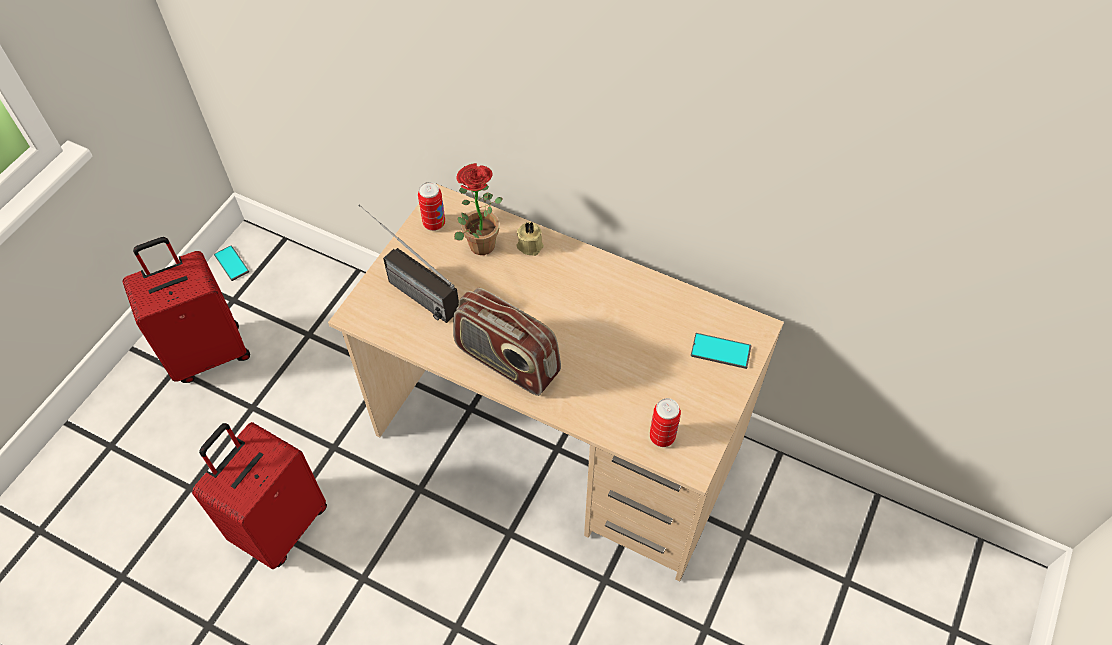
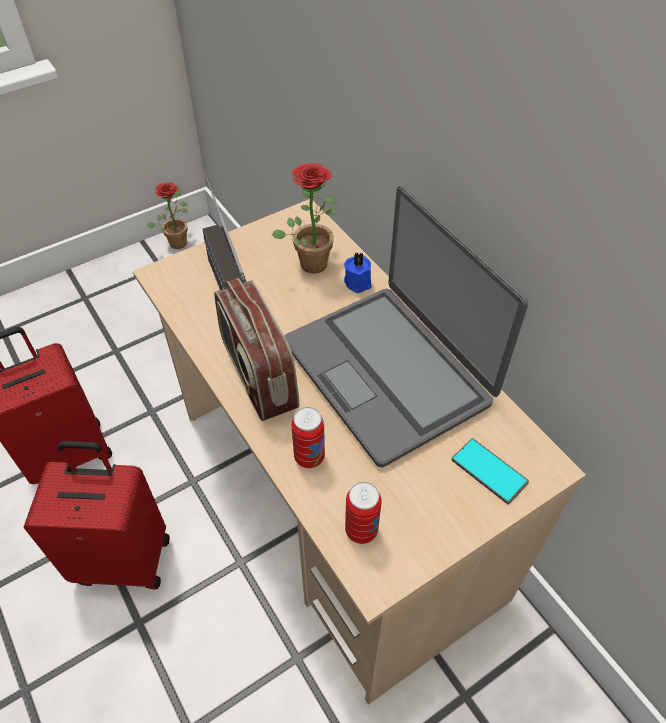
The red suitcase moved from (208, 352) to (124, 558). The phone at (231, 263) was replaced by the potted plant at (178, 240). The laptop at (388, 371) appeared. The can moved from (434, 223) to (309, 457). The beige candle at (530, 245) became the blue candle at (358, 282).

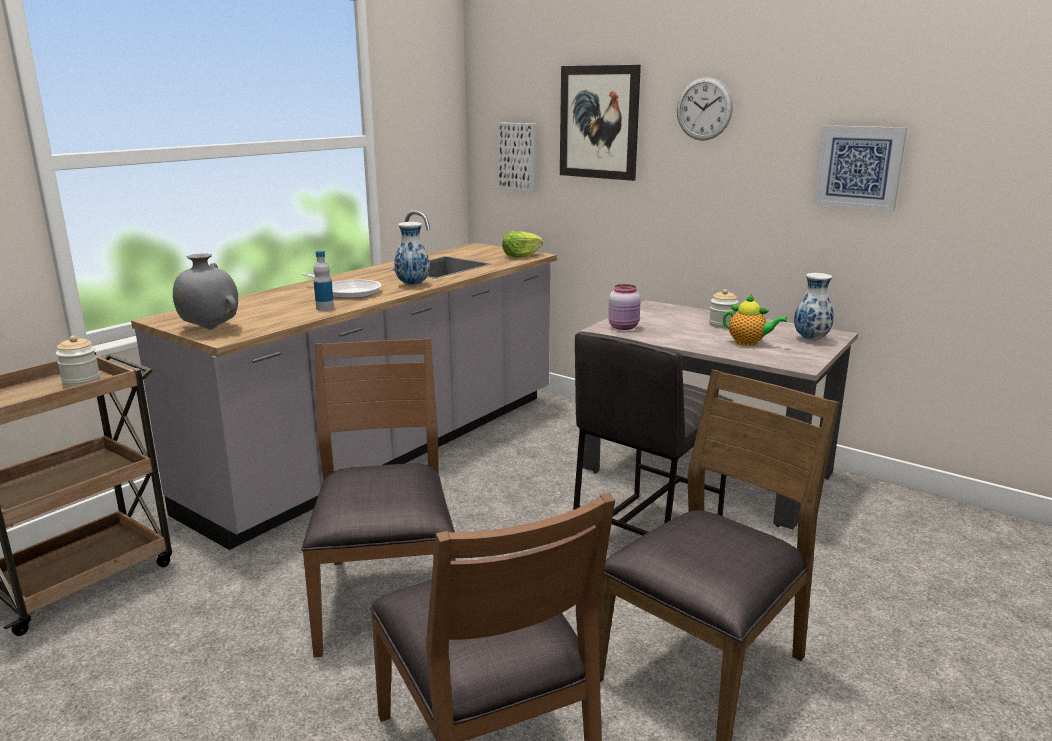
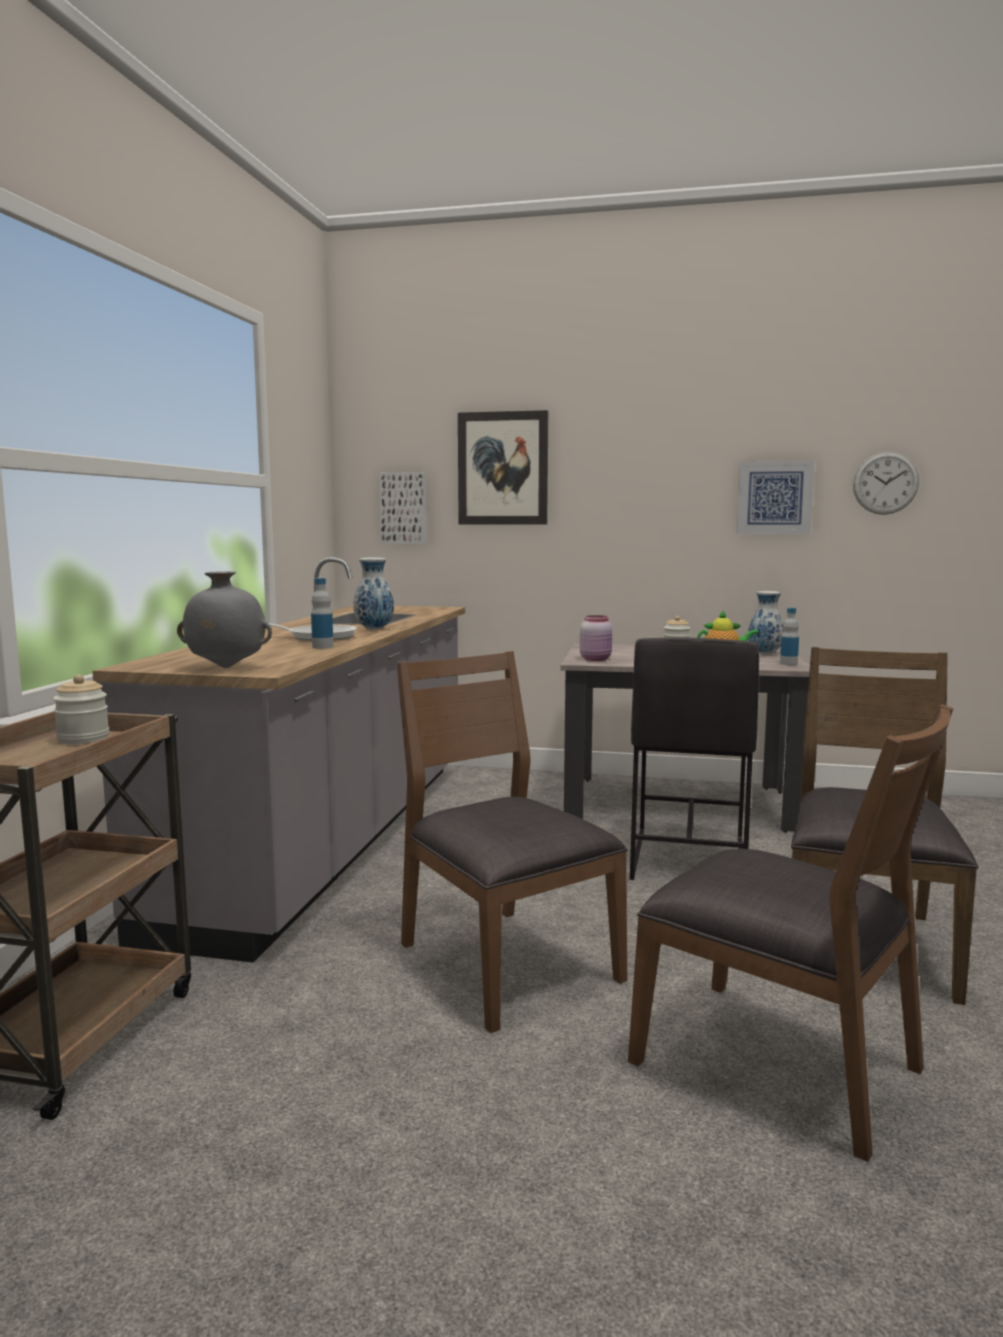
The bottle at (788, 663) appeared. The wall clock moved from (704, 109) to (885, 483). The lettuce at (520, 256) disappeared.

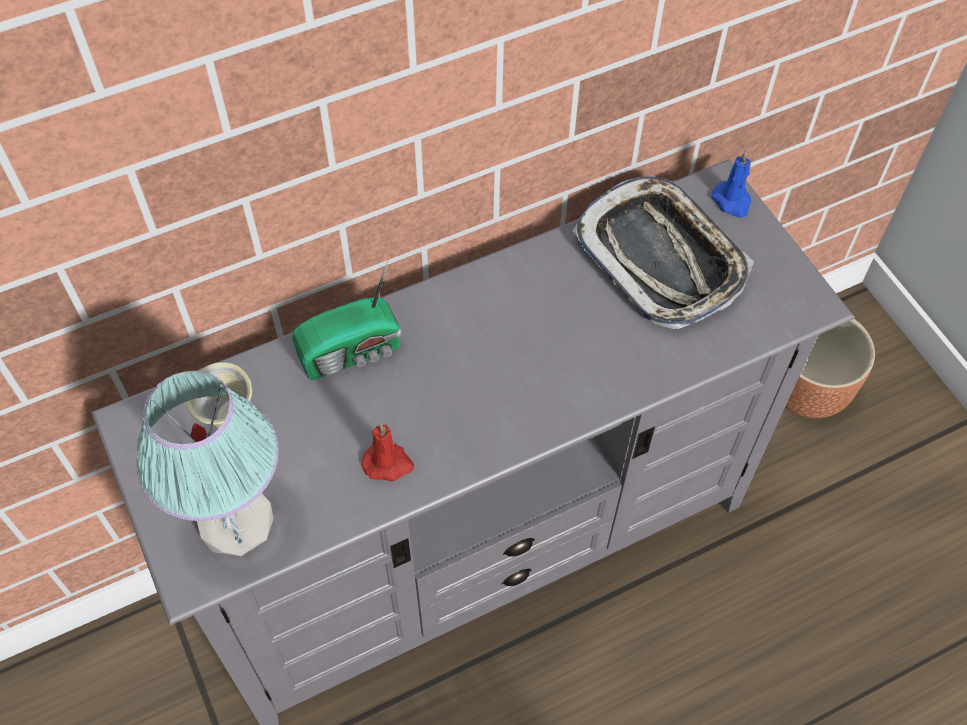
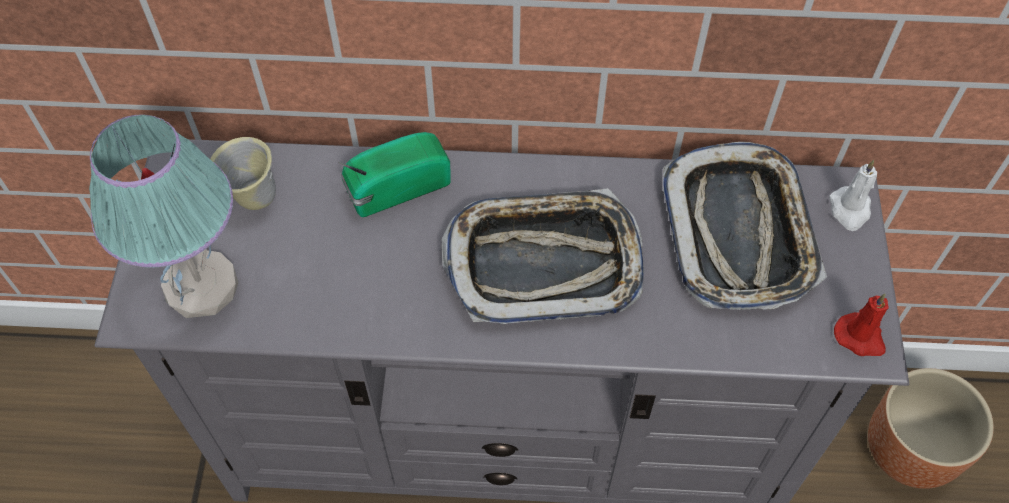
The radio at (353, 352) turned 150 degrees clockwise. The tray at (544, 263) appeared. The blue candle at (732, 201) became the white candle at (849, 210). The red candle moved from (388, 463) to (860, 337).

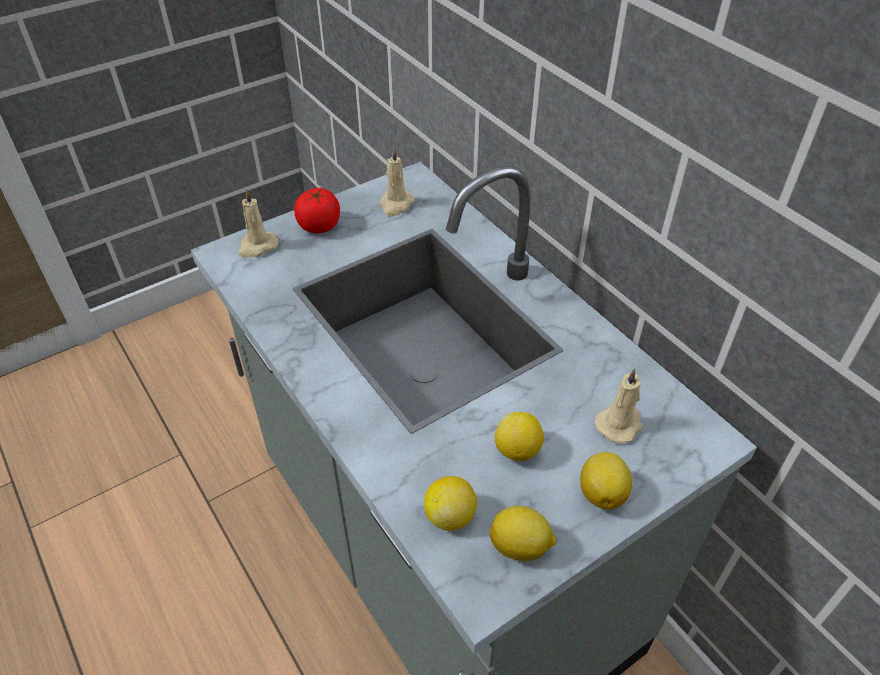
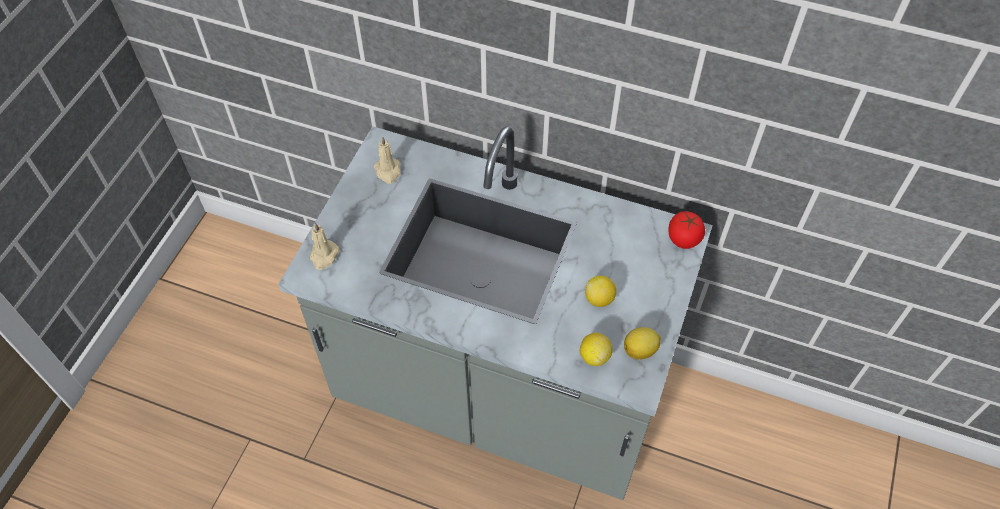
The tomato moved from (319, 226) to (684, 238). The lemon at (602, 492) disappeared. The beige candle at (620, 424) disappeared.

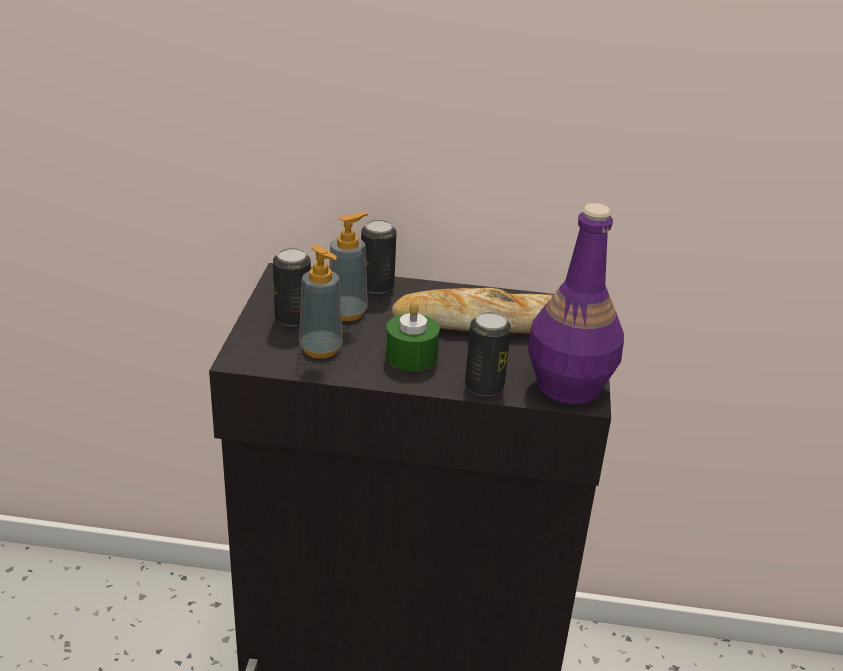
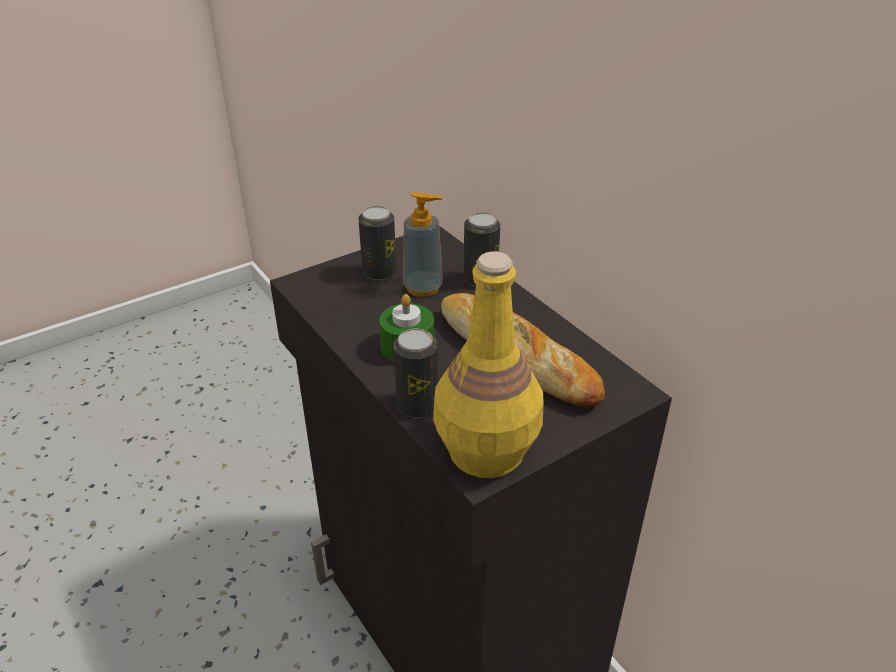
The purple bottle at (567, 386) became the yellow bottle at (485, 450). The soap dispenser at (321, 349) disappeared.

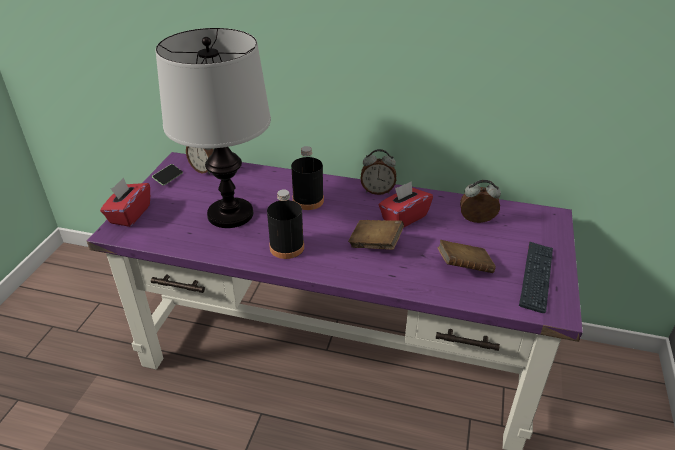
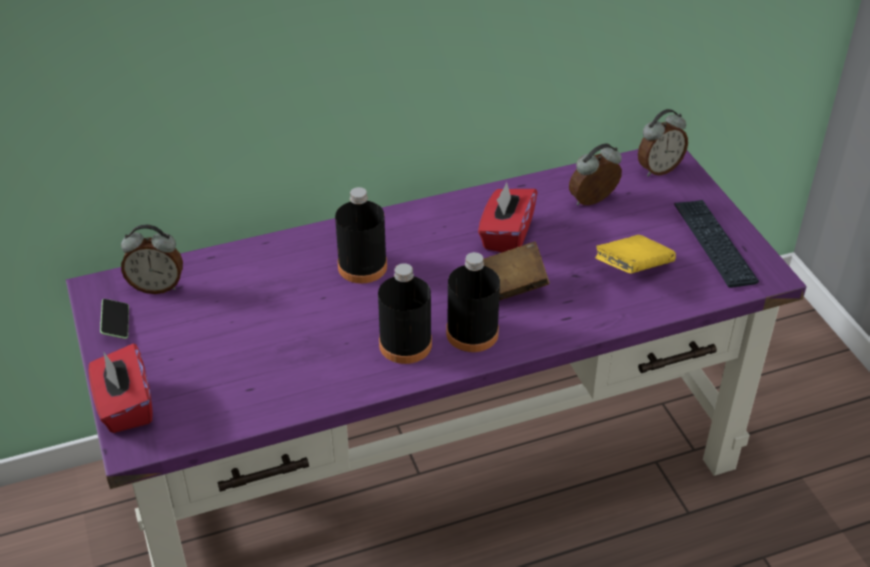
The black bottle at (472, 333) appeared. The brown book at (464, 267) became the yellow book at (632, 268). The alarm clock moved from (377, 191) to (658, 169). The table lamp at (231, 214) disappeared.

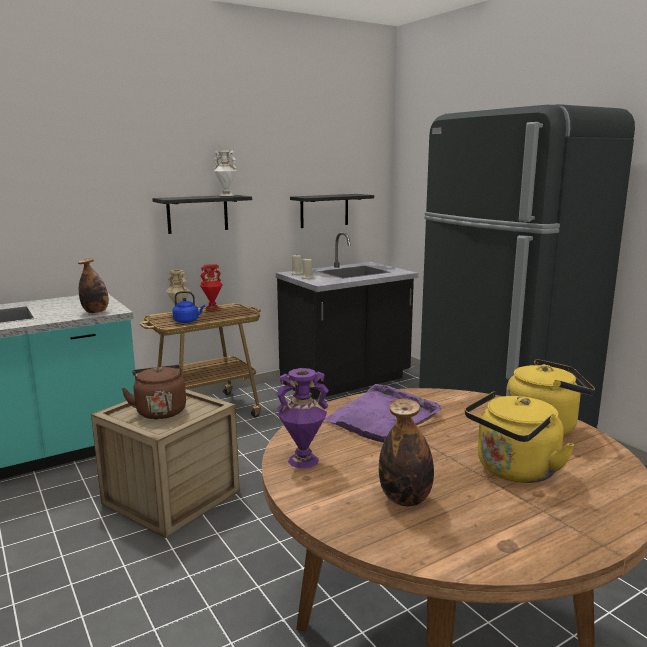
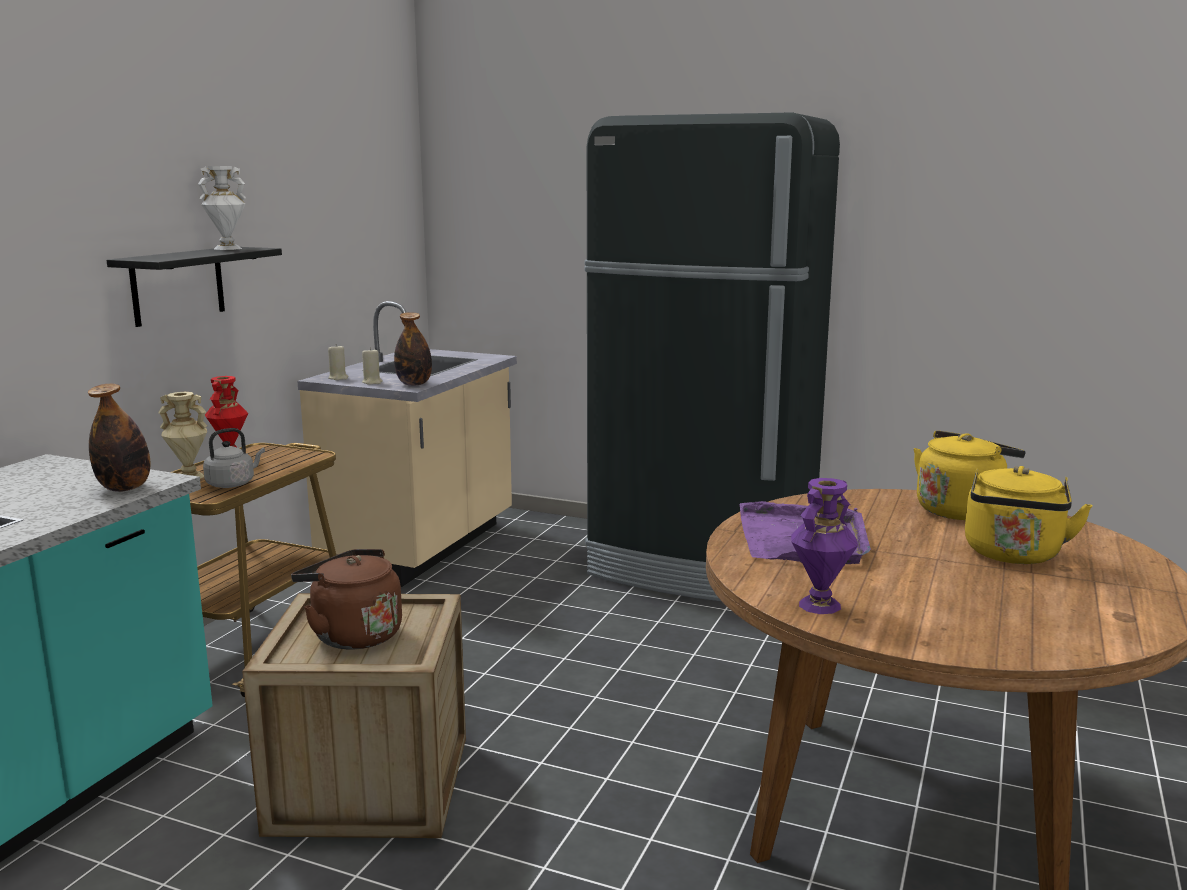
The blue kettle at (187, 321) became the grey kettle at (233, 484). The black counter at (346, 382) became the beige counter at (422, 548). The bottle moved from (405, 499) to (414, 384). The black shelf at (324, 210) disappeared.

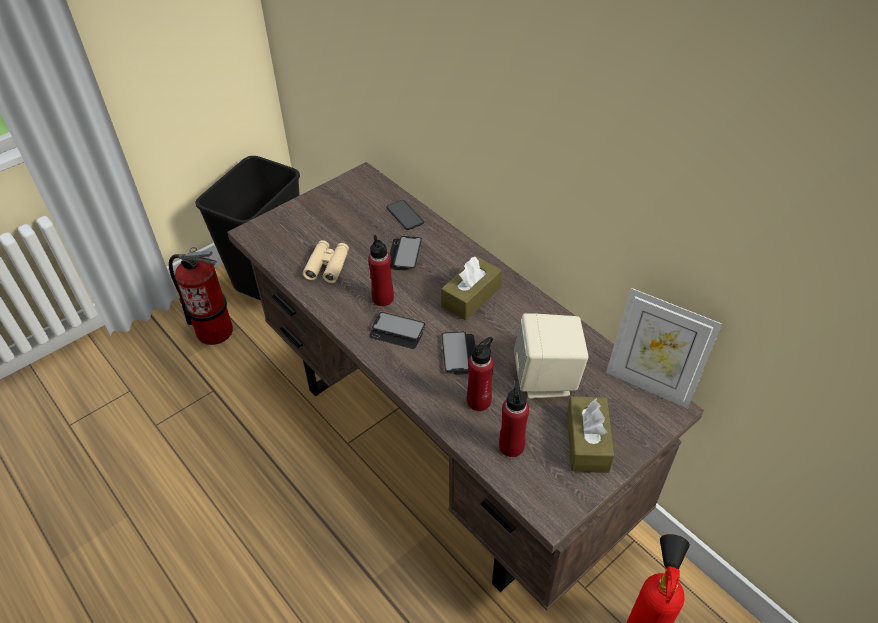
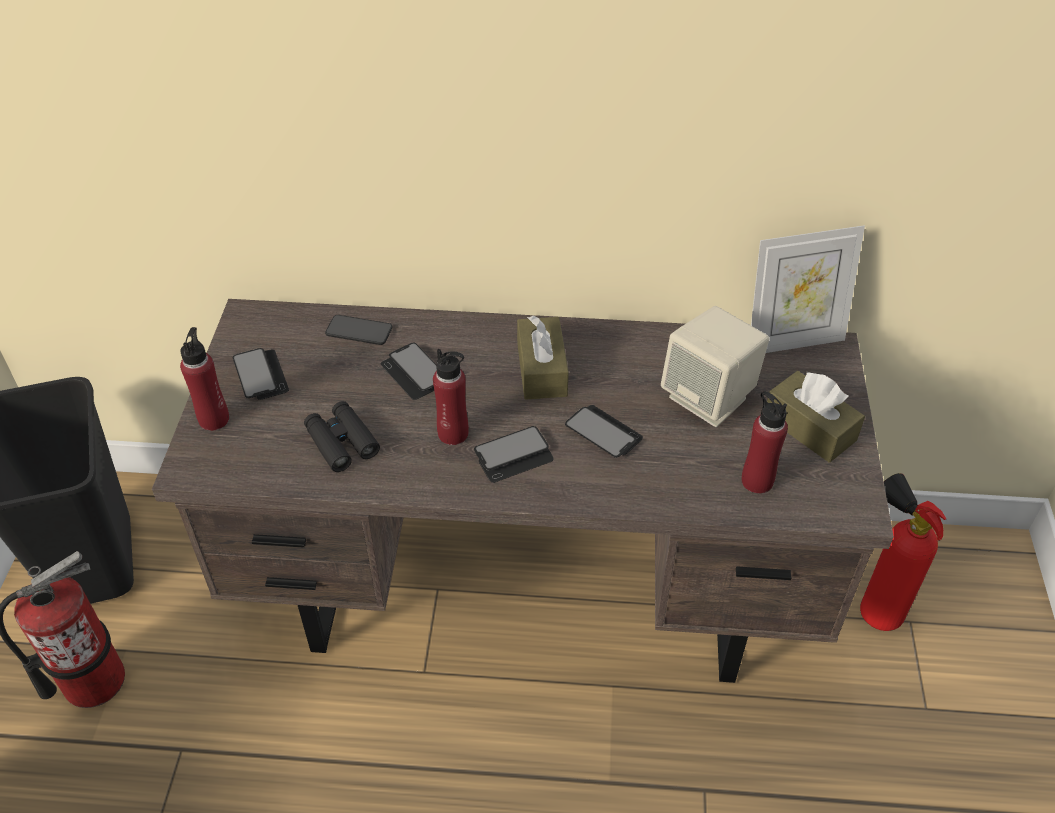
The red bottle moved from (479, 401) to (214, 419). The phone at (261, 375) appeared. The beige binoculars at (327, 266) became the black binoculars at (341, 442).

